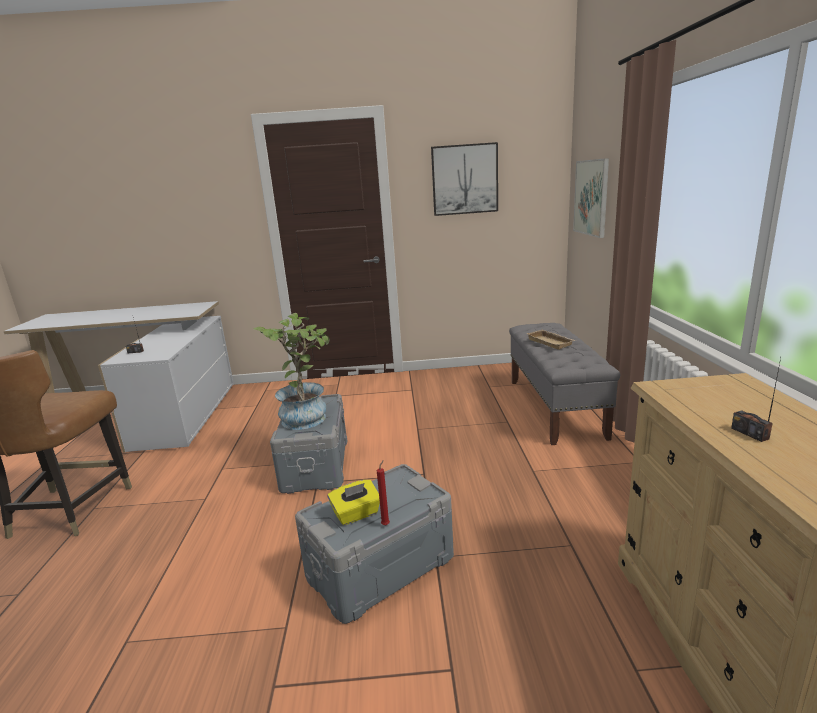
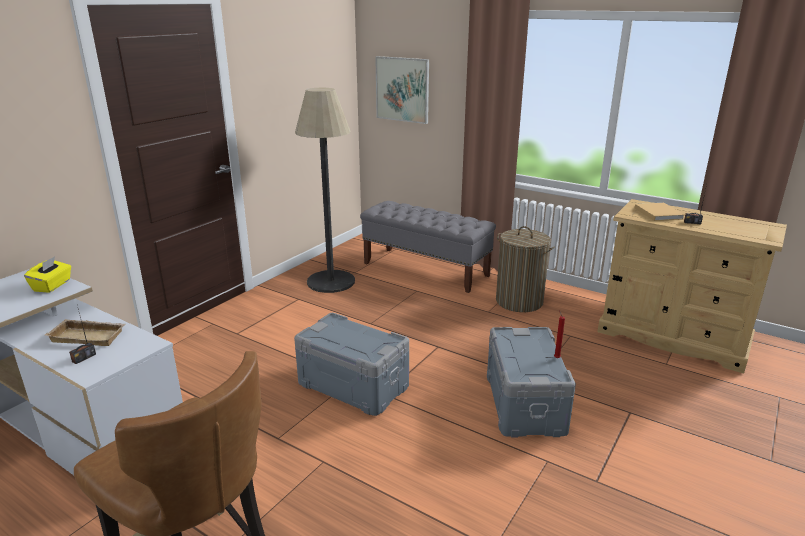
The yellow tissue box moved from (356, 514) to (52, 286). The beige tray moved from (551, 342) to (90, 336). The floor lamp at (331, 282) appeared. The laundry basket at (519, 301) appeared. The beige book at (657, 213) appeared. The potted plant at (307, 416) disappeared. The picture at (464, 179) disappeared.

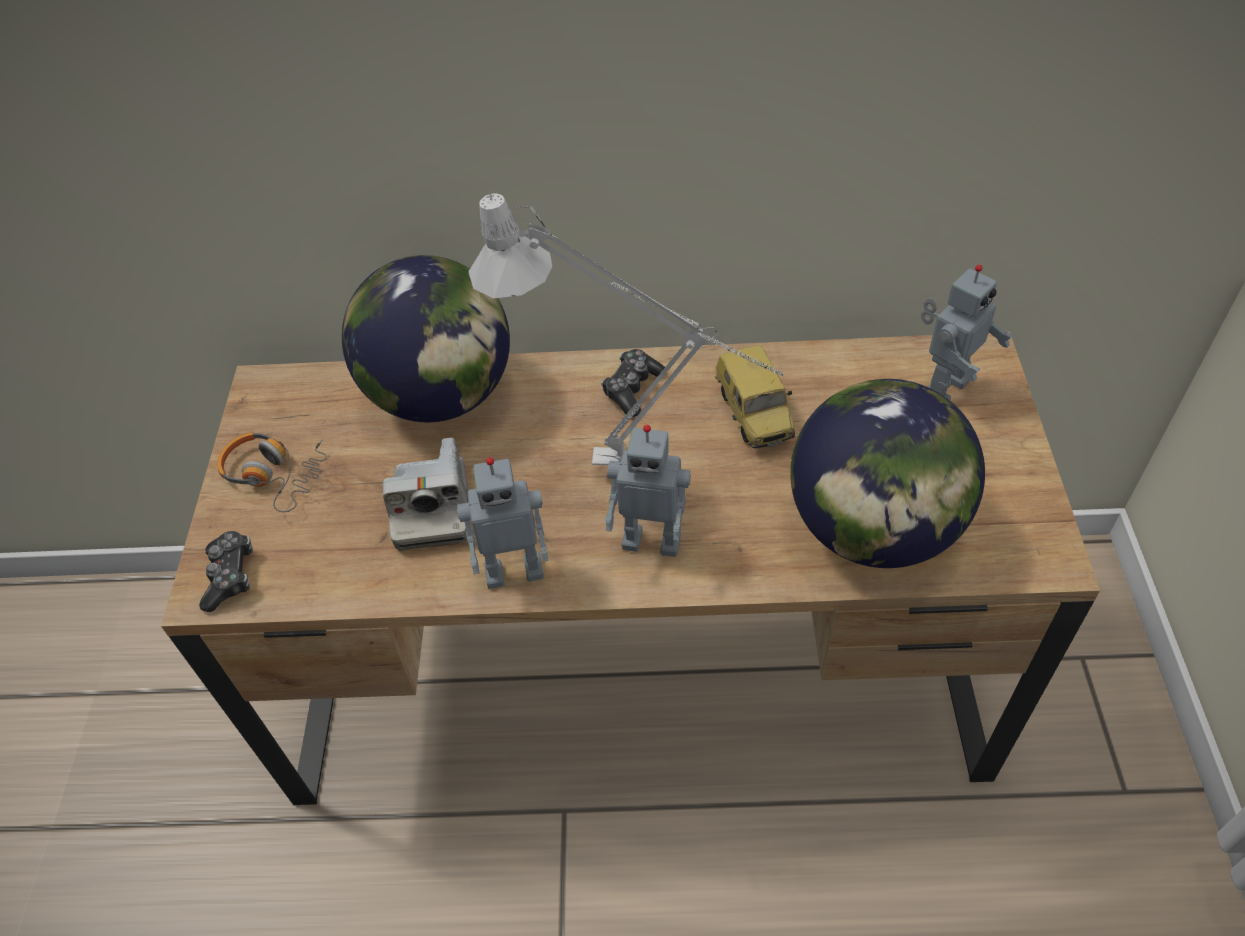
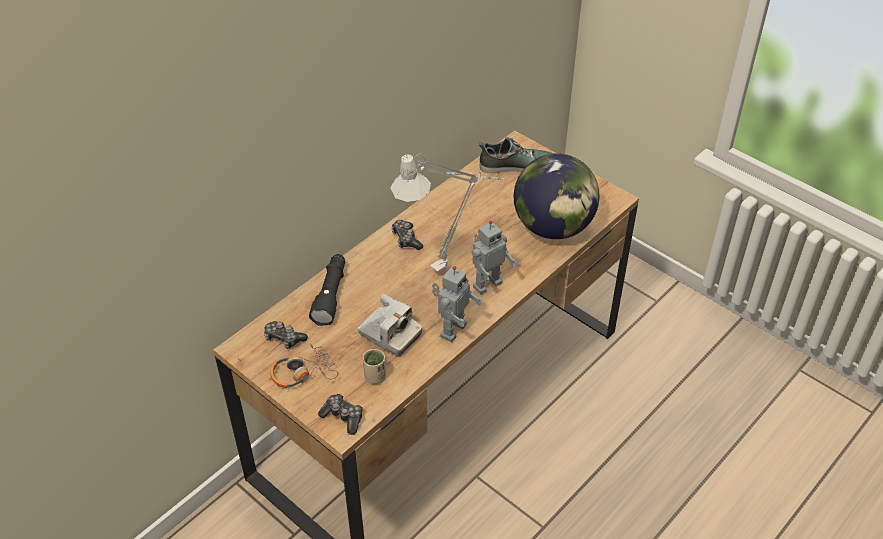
The game controller at (284, 338) appeared. The globe at (441, 396) was replaced by the black flashlight at (331, 295). The beige cup at (375, 377) appeared. The toy robot at (942, 388) was replaced by the shoe at (517, 165). The toy car at (755, 415) disappeared.

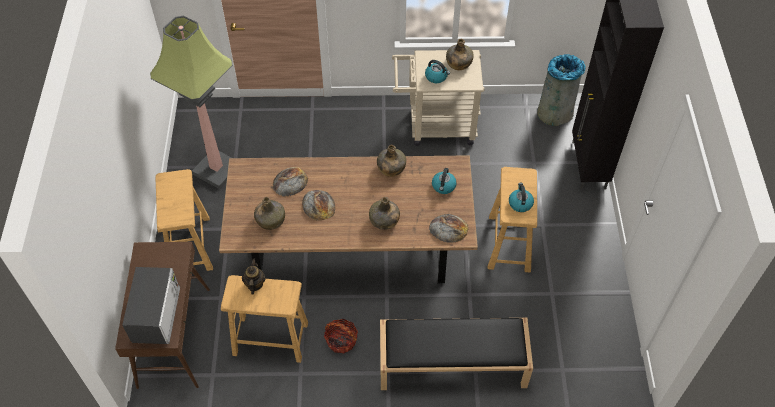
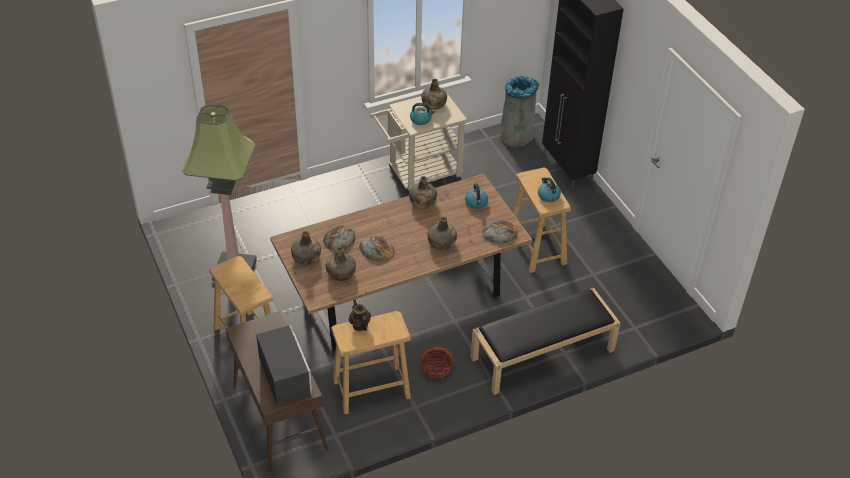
The green bottle at (306, 258) appeared.

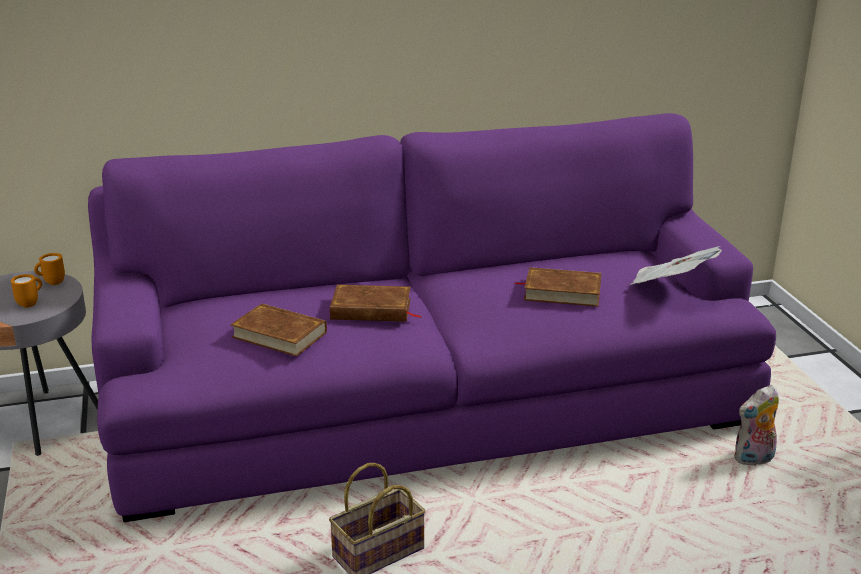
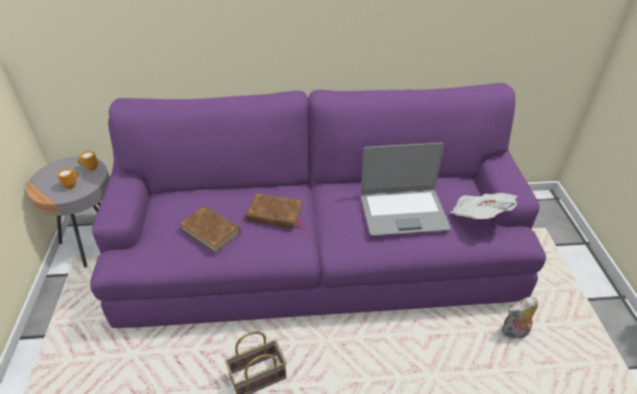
The brown book at (562, 292) was replaced by the laptop at (403, 212).

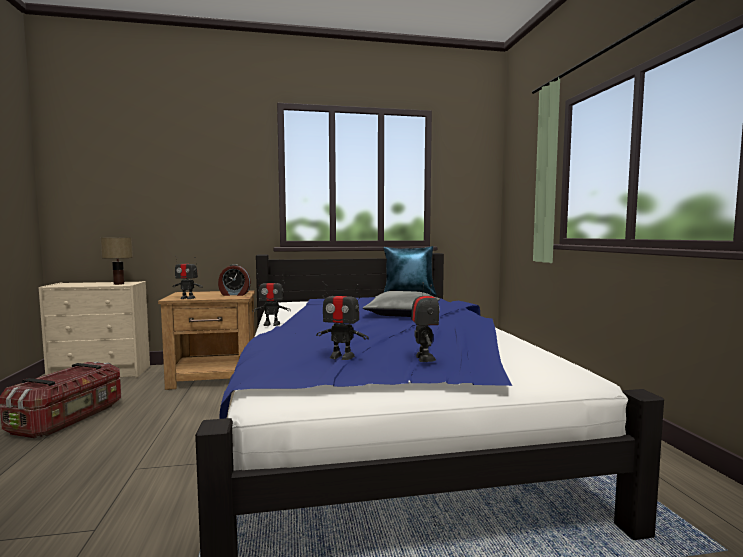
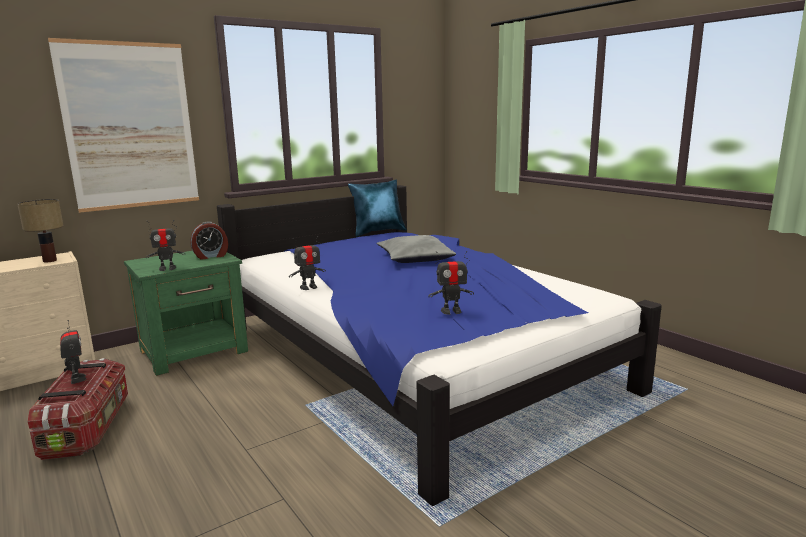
The picture at (130, 126) appeared. The toy robot moved from (424, 358) to (77, 379). The brown nightstand at (215, 377) became the green nightstand at (195, 351).

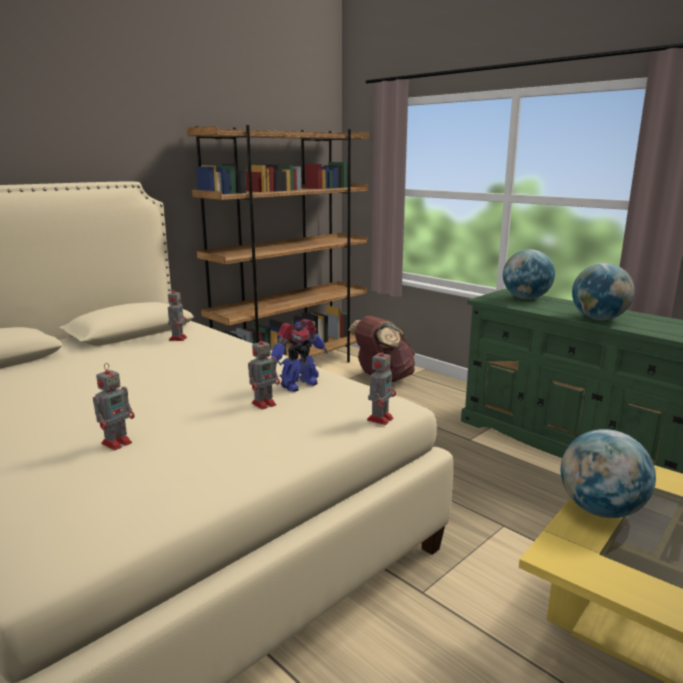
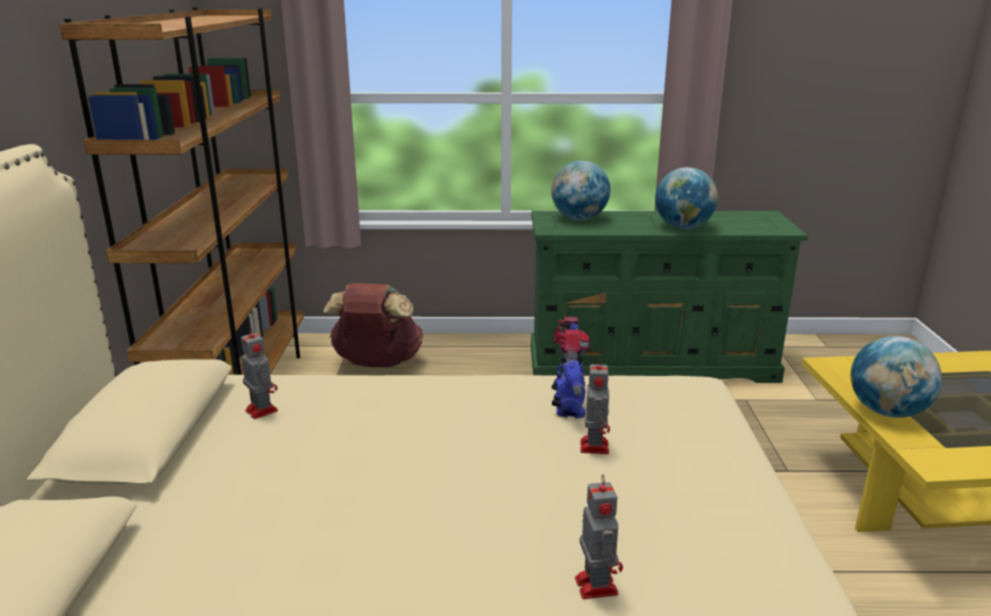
The toy robot at (380, 418) disappeared.

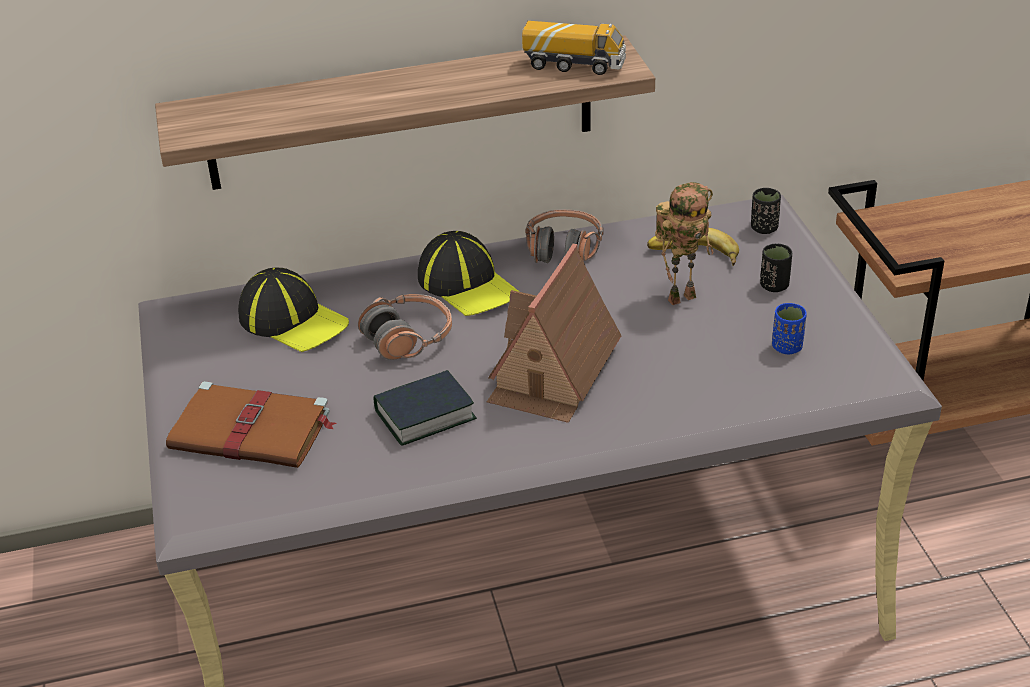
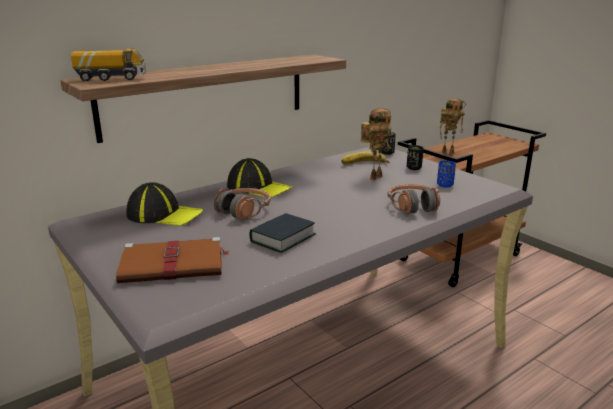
The toy truck moved from (574, 65) to (111, 79). The headphones moved from (563, 249) to (413, 206). The toy robot at (448, 152) appeared. The toy house at (553, 372) disappeared.

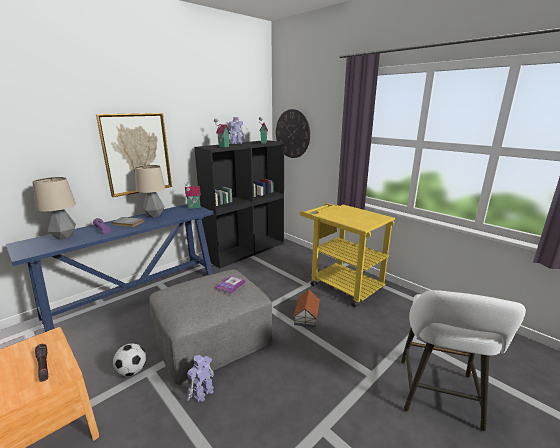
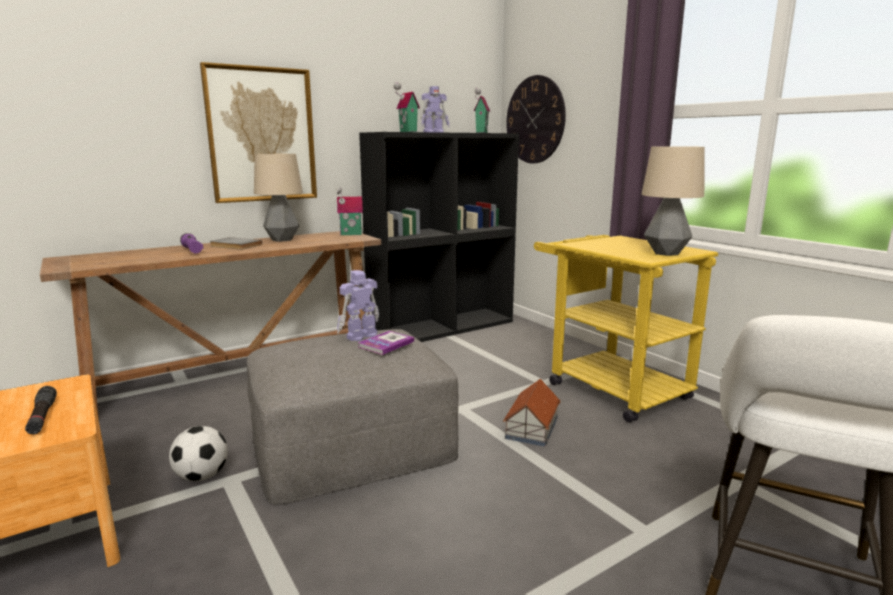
The blue console table at (137, 294) became the brown console table at (242, 374). The toy robot moved from (202, 393) to (360, 336). The table lamp moved from (64, 237) to (665, 253).

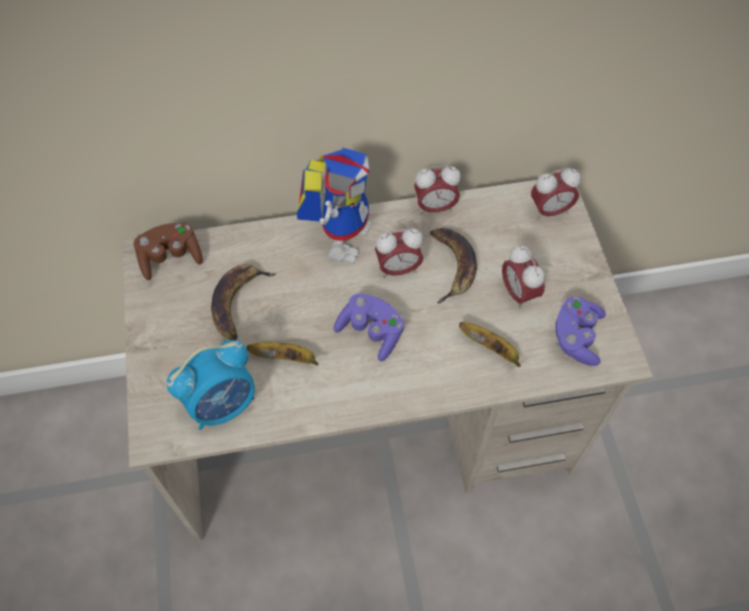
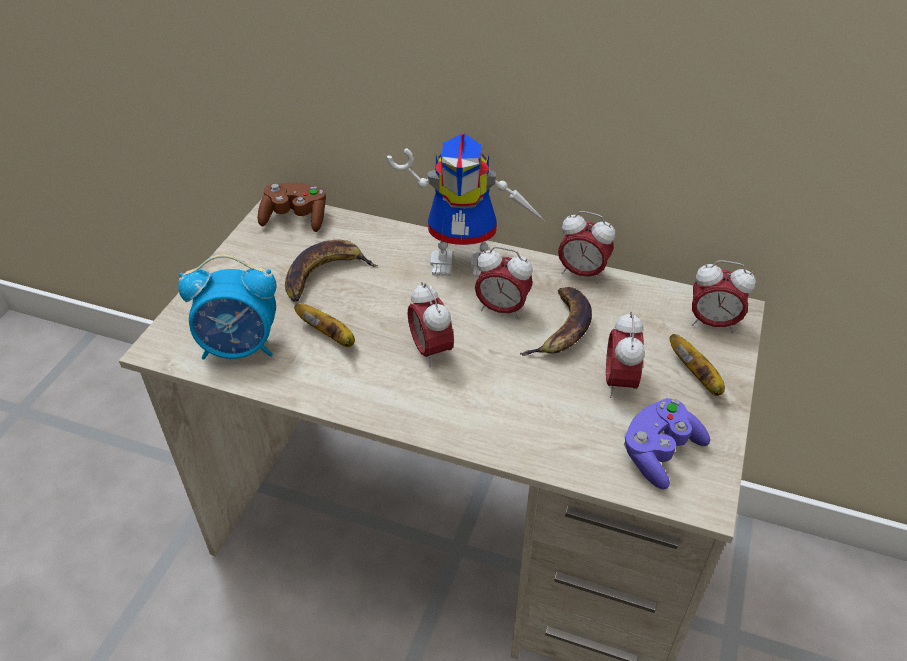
The toy robot at (342, 234) turned 45 degrees clockwise. The purple game controller at (371, 332) was replaced by the alarm clock at (431, 351). The banana moved from (491, 348) to (697, 377).

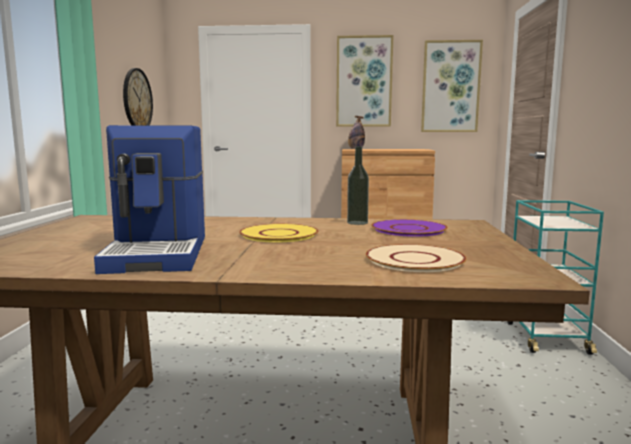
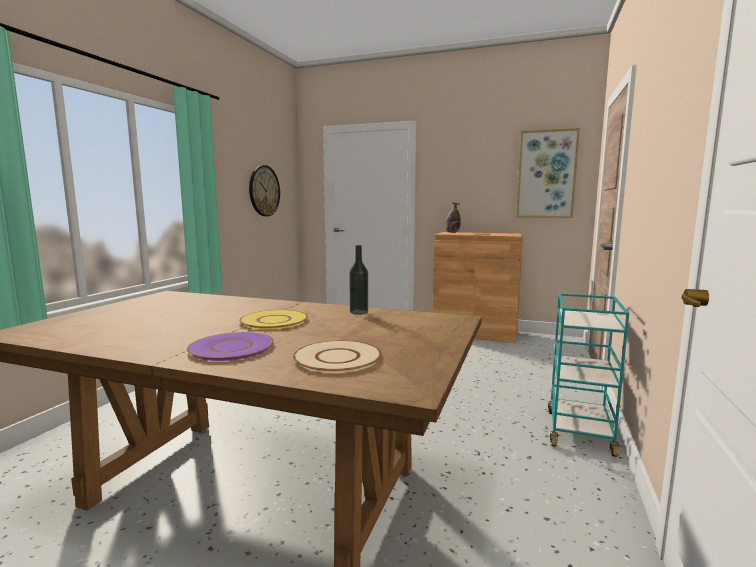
The purple plate moved from (408, 229) to (231, 348). The coffee machine at (160, 253) disappeared. The picture at (364, 82) disappeared.

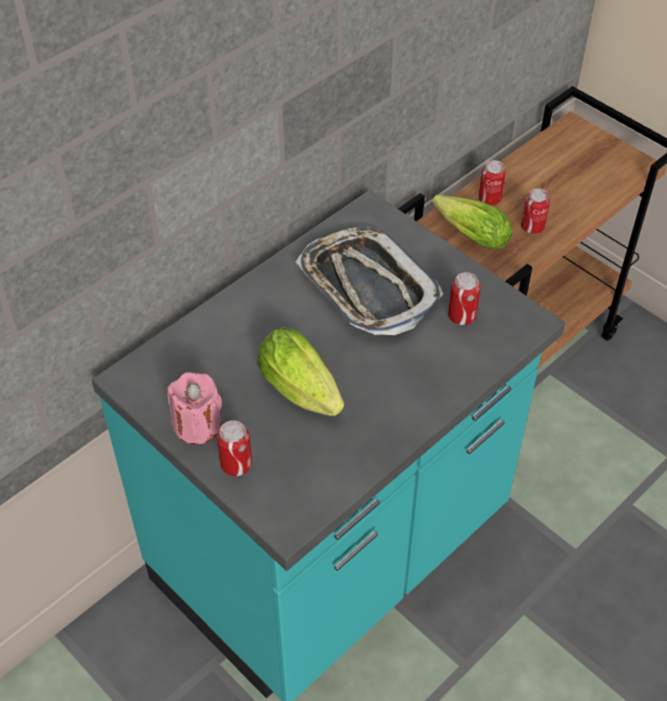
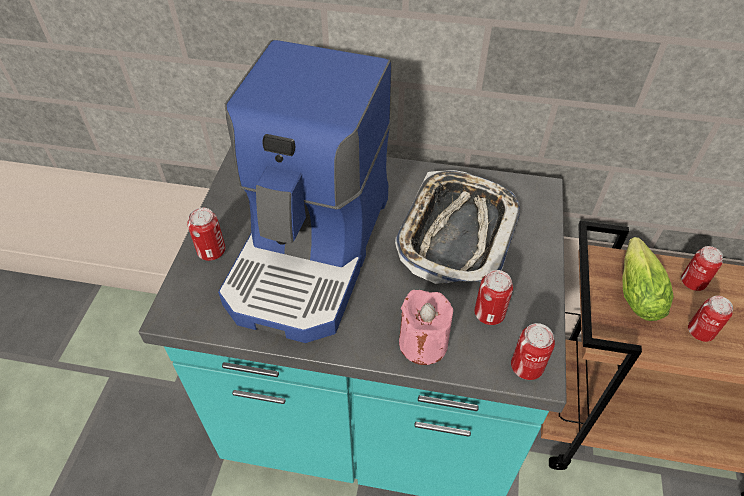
The lettuce at (303, 392) was replaced by the coffee machine at (312, 252). The pink candle moved from (197, 425) to (423, 343). The can at (526, 367) appeared.

